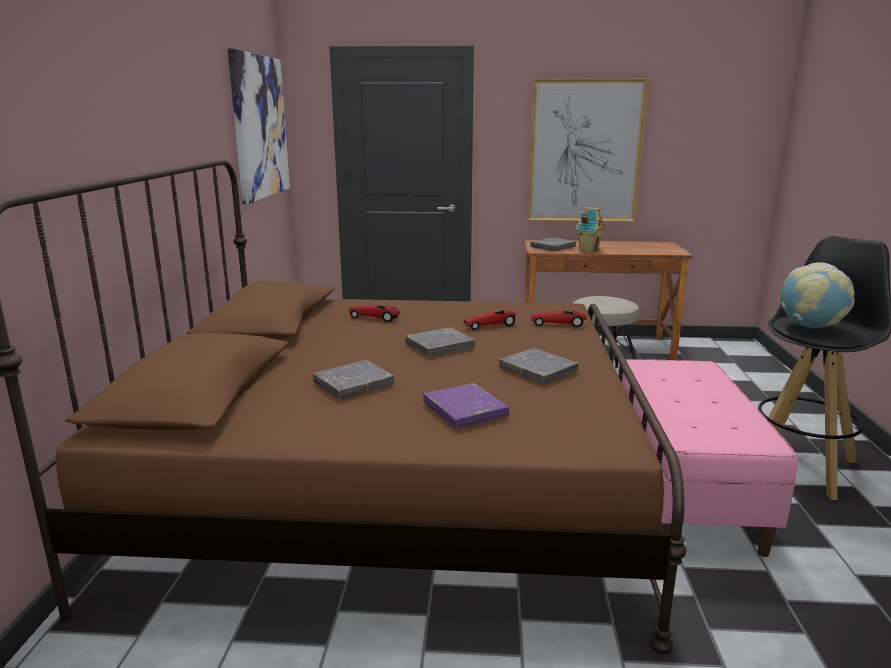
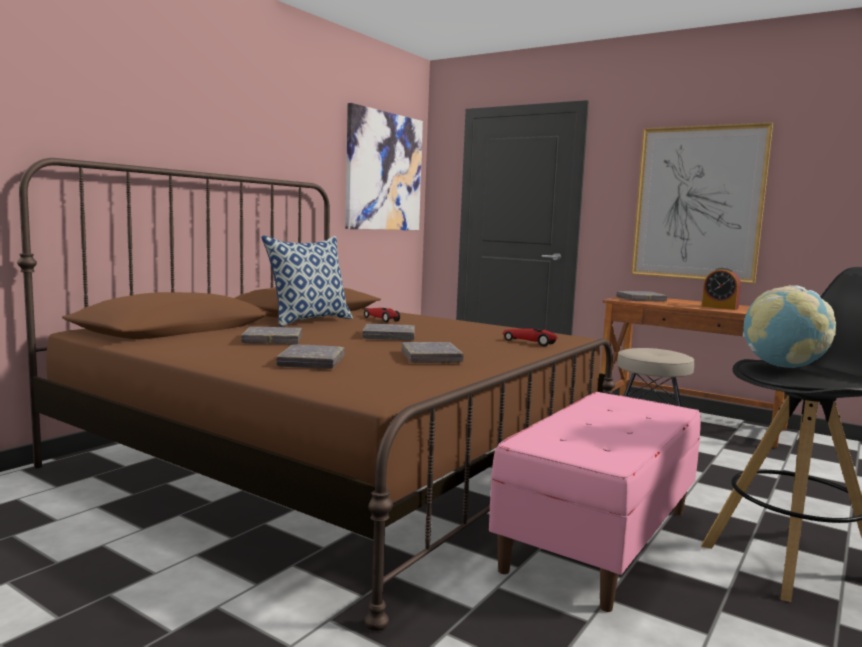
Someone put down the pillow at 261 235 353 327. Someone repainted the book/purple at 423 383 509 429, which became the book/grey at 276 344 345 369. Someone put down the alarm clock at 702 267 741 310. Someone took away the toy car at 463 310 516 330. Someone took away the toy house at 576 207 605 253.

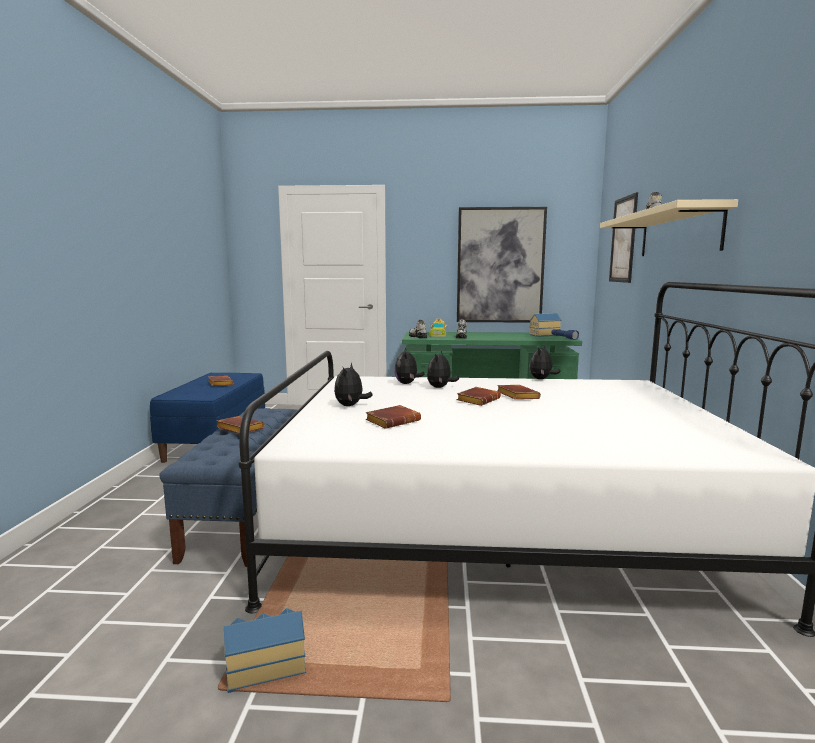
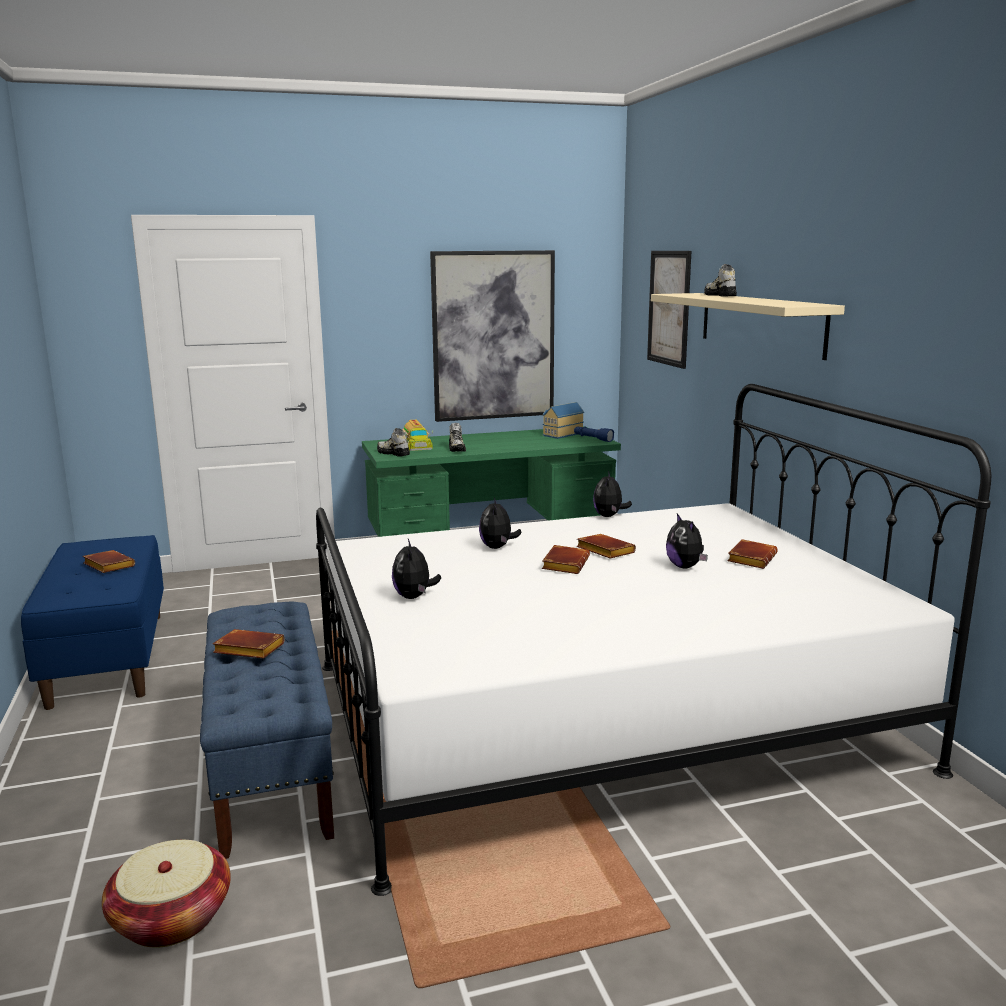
Someone put down the basket at 102 840 231 947. Someone carried the plush toy from 394 348 425 384 to 666 514 708 568. Someone carried the book/brown from 366 405 421 429 to 727 539 778 569. Someone took away the toy house at 224 608 306 693.

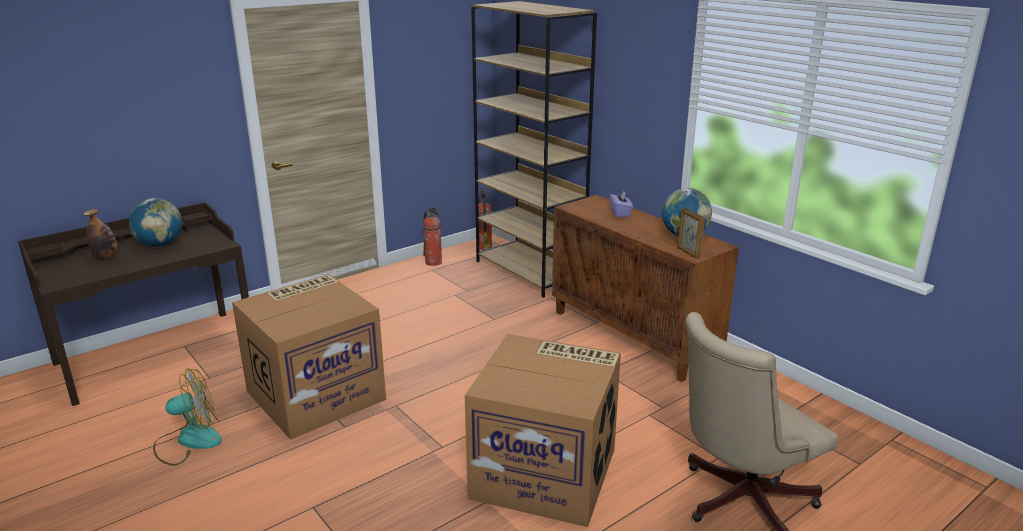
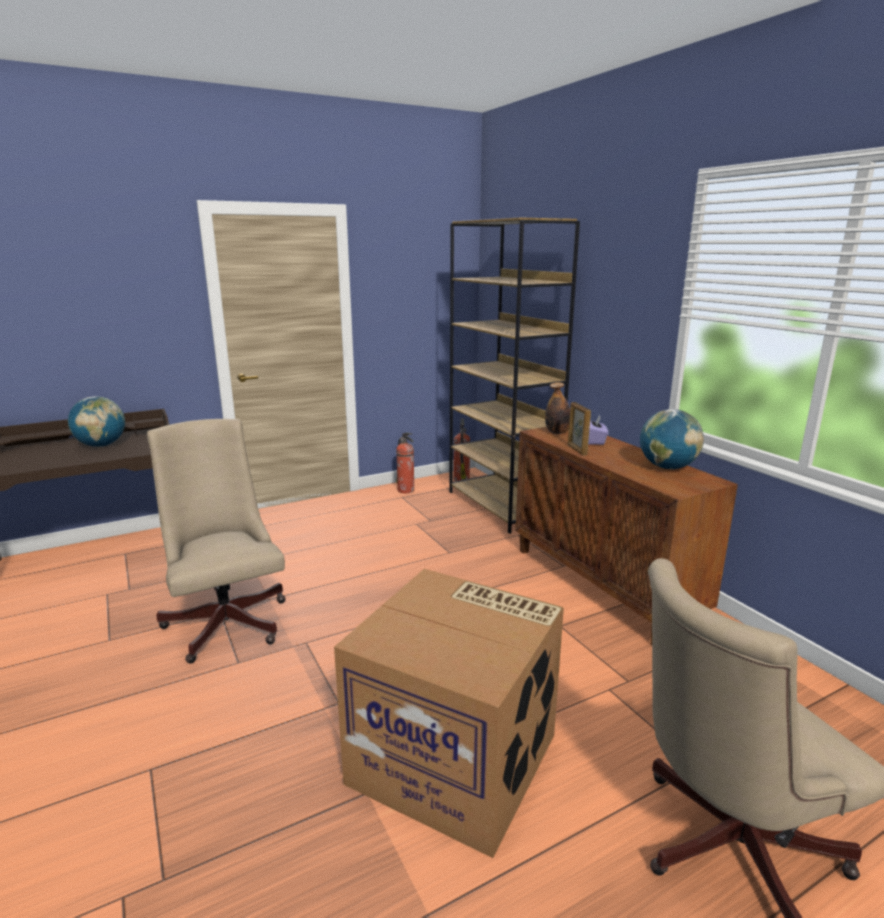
Someone swapped the cardboard box at 232 274 386 440 for the office chair/beige at 147 419 286 664. Someone carried the bottle from 83 209 118 259 to 545 382 570 434. Someone carried the picture frame from 677 208 705 259 to 568 402 591 456. Someone took away the fan at 153 368 222 466.

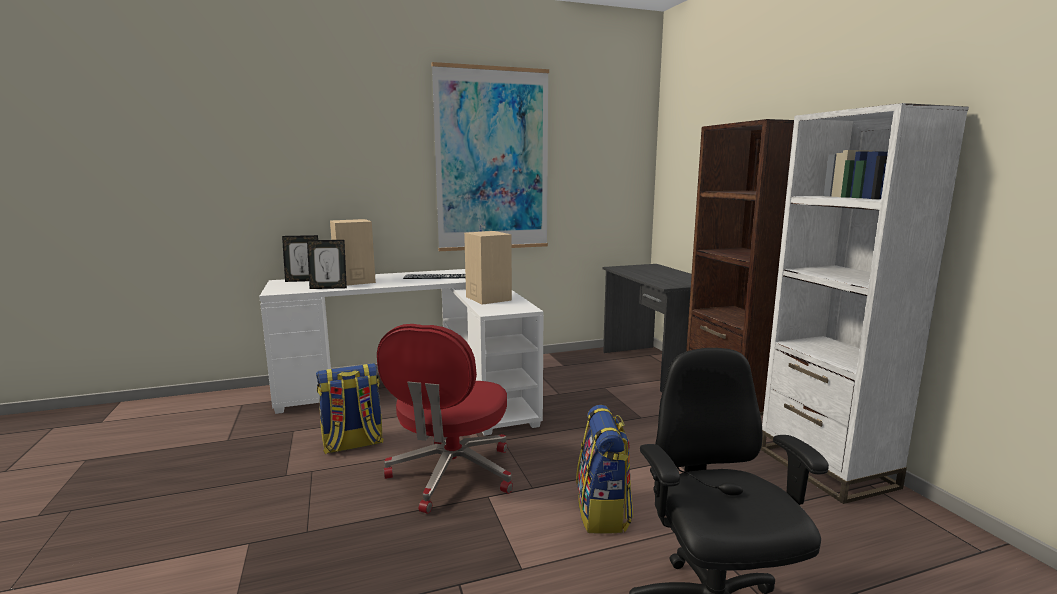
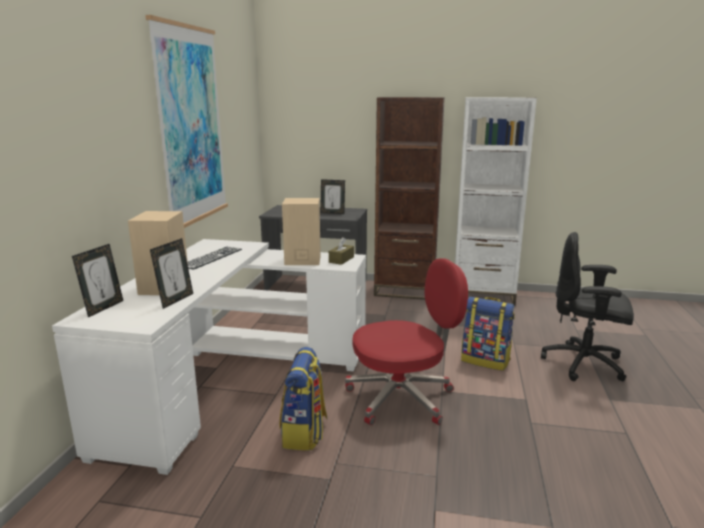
Someone put down the picture frame at 320 179 345 214. Someone put down the tissue box/brown at 329 237 354 265. Someone rotated the office chair/red at 377 324 513 514 by 60 degrees counterclockwise.

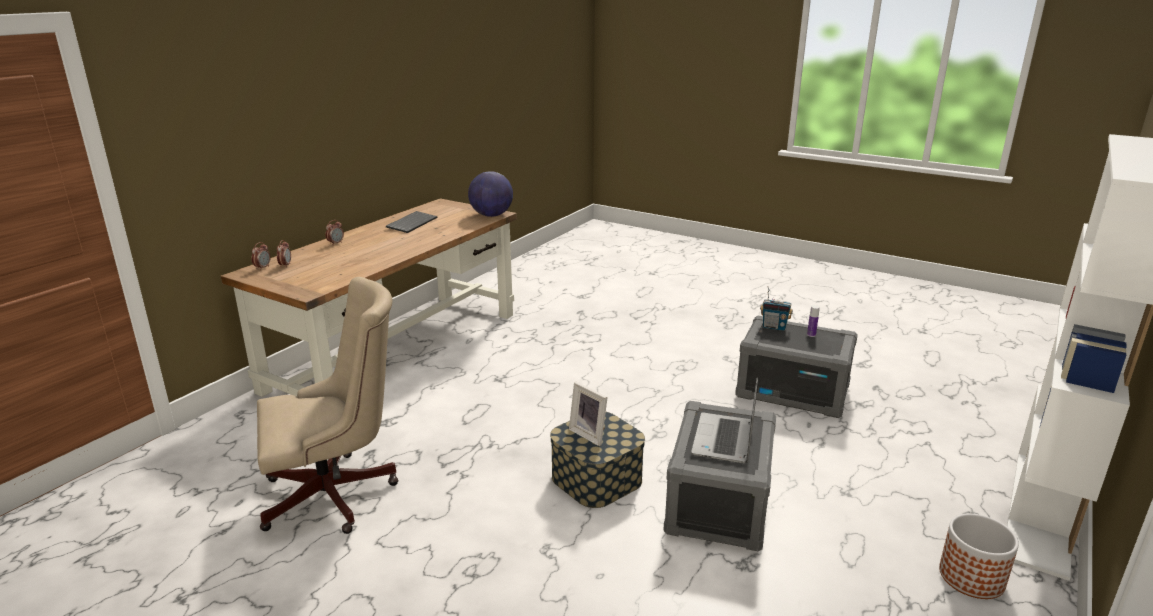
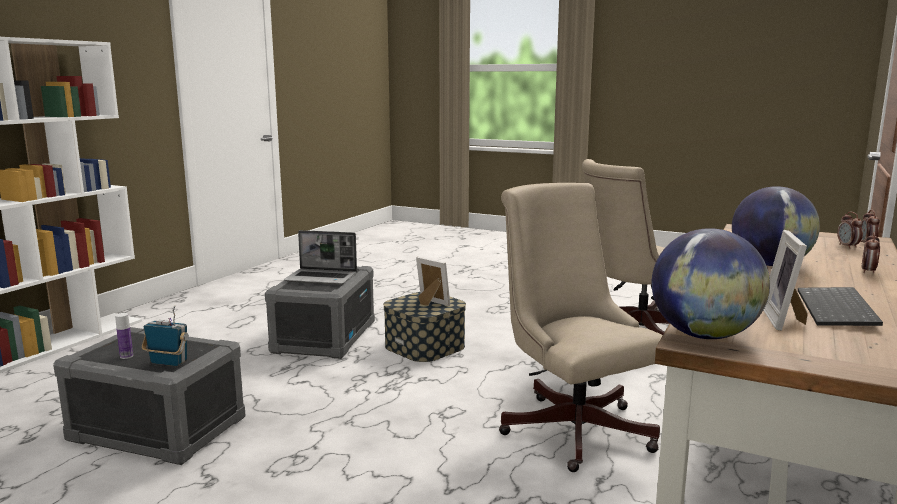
Someone rotated the laptop at 691 378 758 463 by 90 degrees clockwise. Someone put down the office chair/beige at 499 183 663 472. Someone put down the globe at 732 186 820 266. Someone put down the picture frame at 763 230 808 331. Someone took away the planter at 939 514 1019 599.

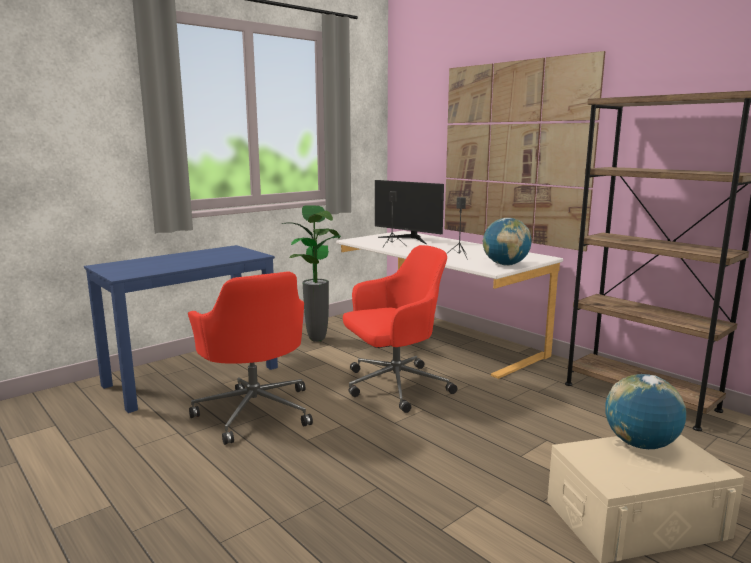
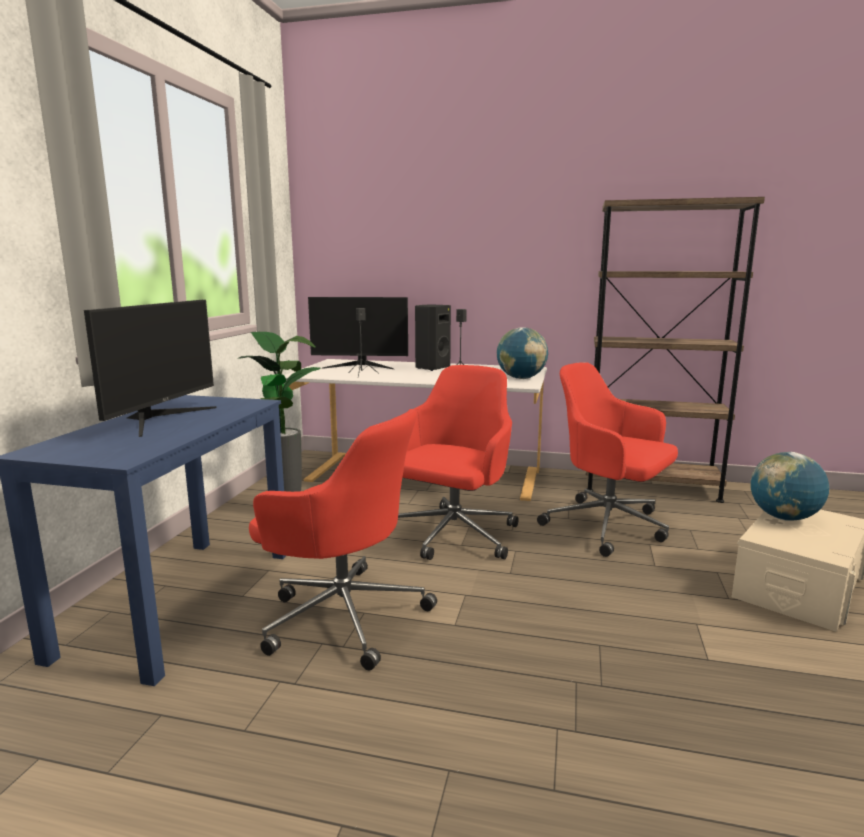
Someone put down the monitor at 84 300 217 437. Someone put down the speaker/black at 415 305 451 371. Someone put down the office chair/red at 537 362 678 557. Someone took away the picture at 445 51 605 251.

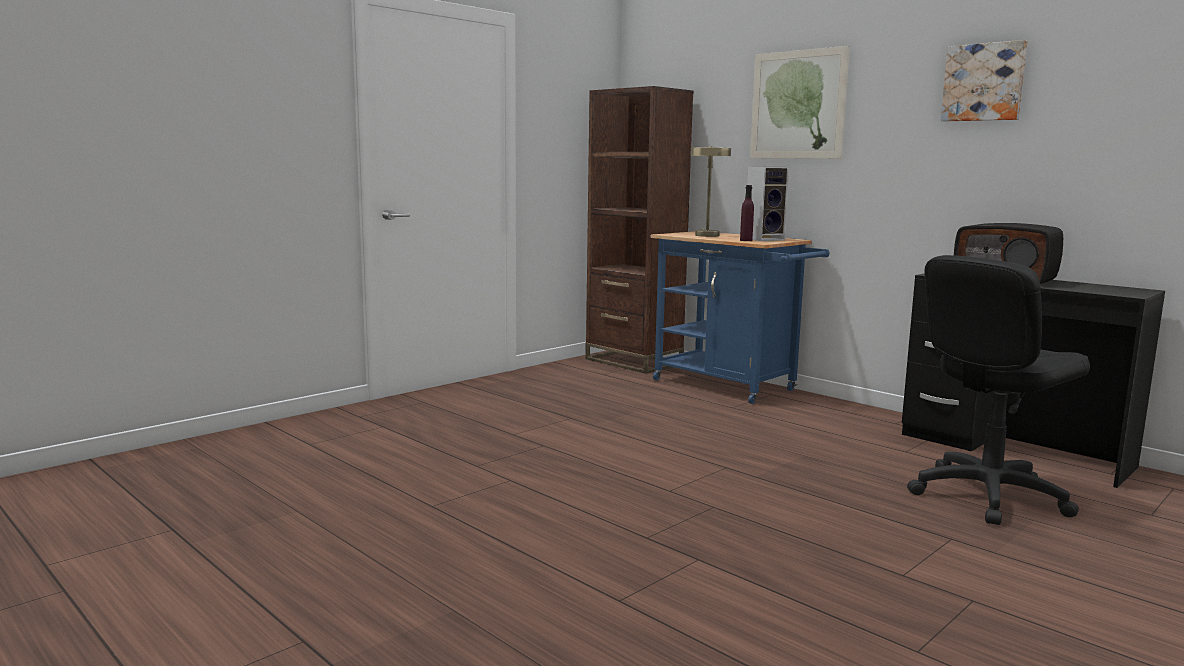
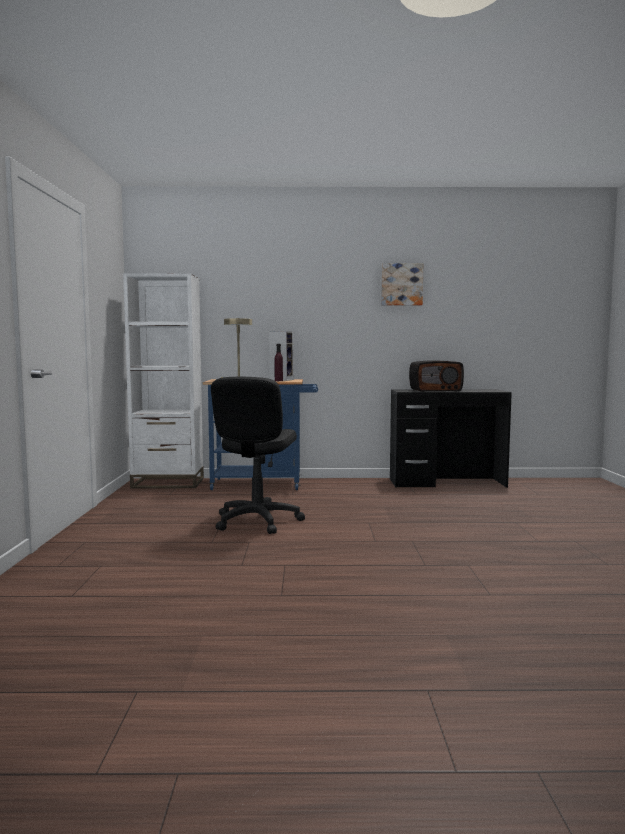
Someone repainted the bookcase/brown at 585 86 694 374, which became the bookcase/white at 123 273 204 488. Someone carried the office chair/black from 907 255 1090 525 to 211 377 305 534. Someone took away the picture at 750 46 850 159.

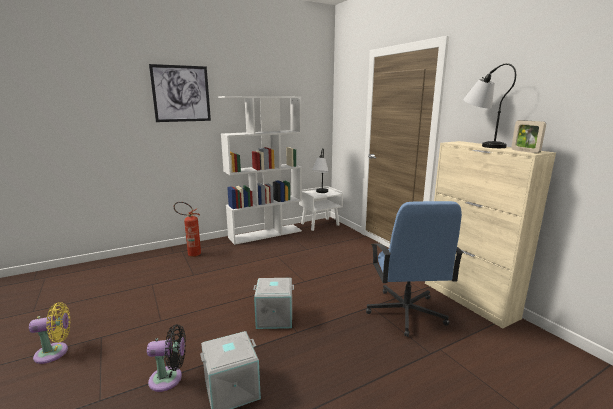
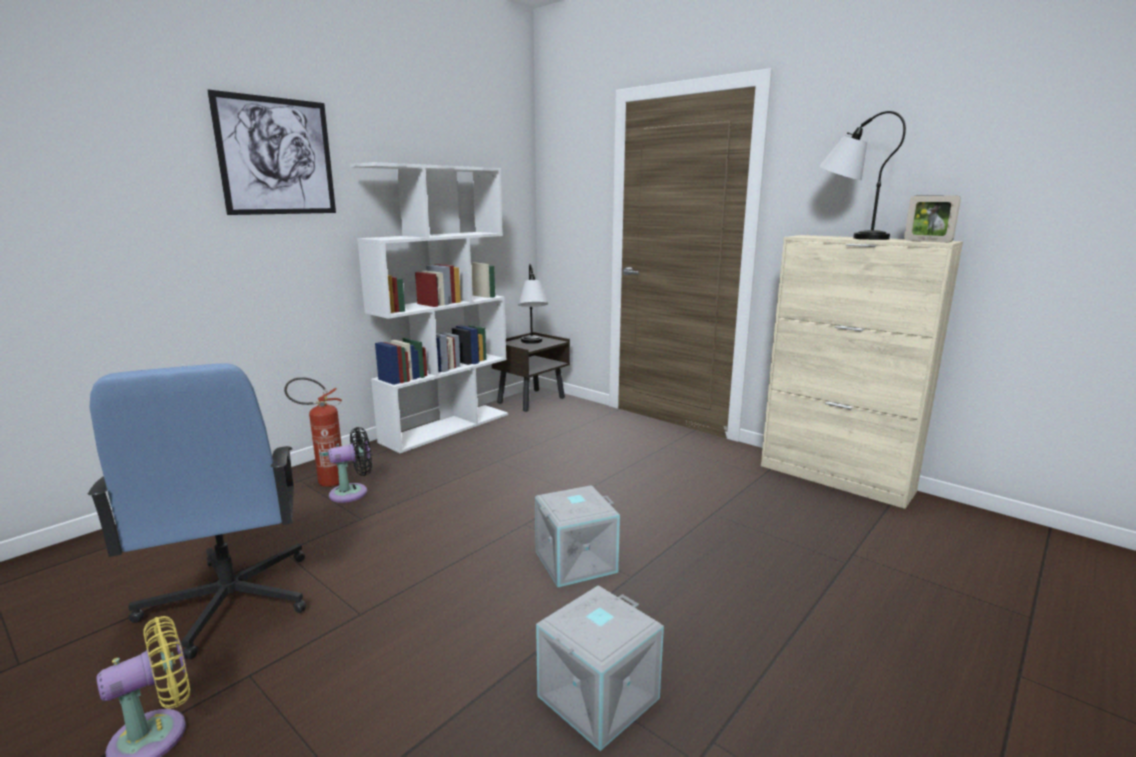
Someone carried the office chair/blue from 366 201 464 337 to 88 363 306 659. Someone carried the fan/black from 147 324 186 392 to 328 427 372 503. Someone repainted the nightstand/white at 299 186 343 231, which became the nightstand/brown at 492 332 570 412.

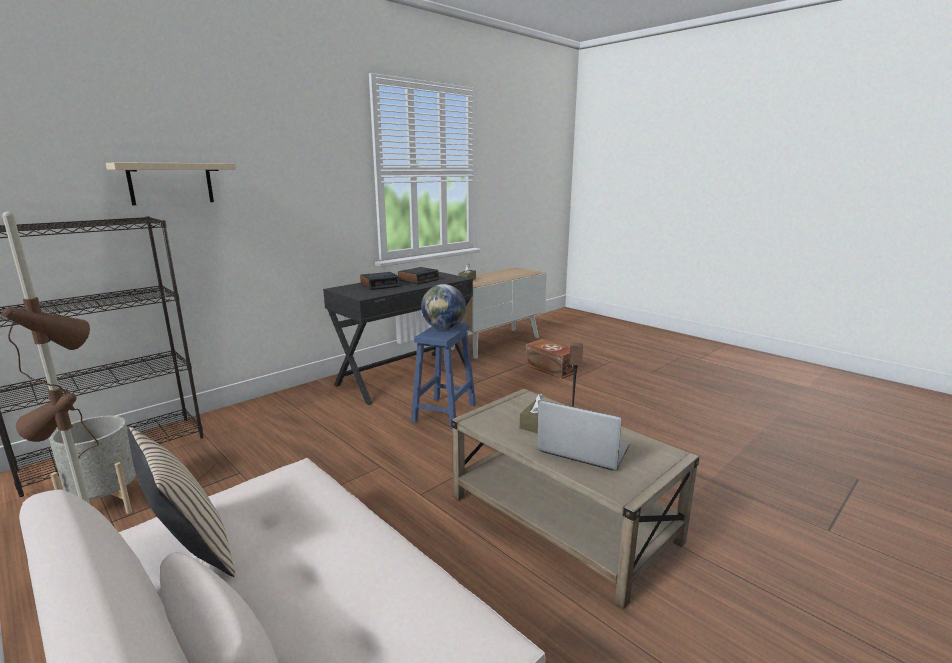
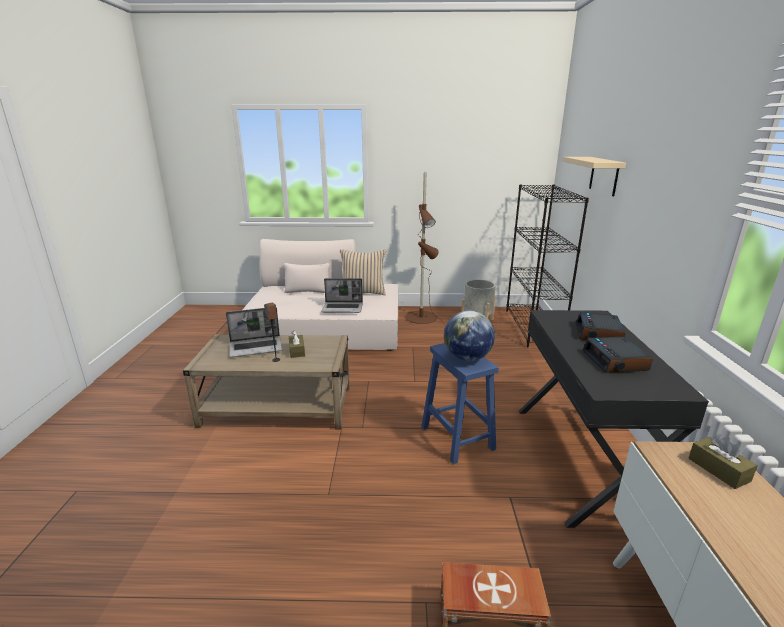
Someone put down the laptop at 321 278 363 313.

